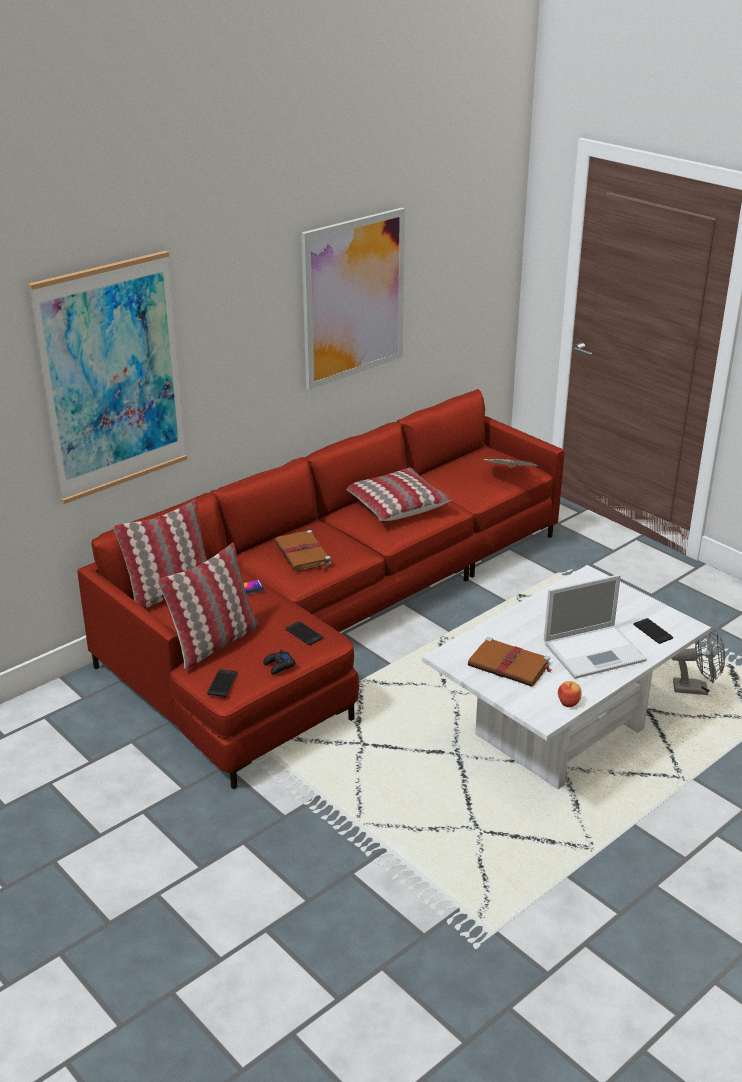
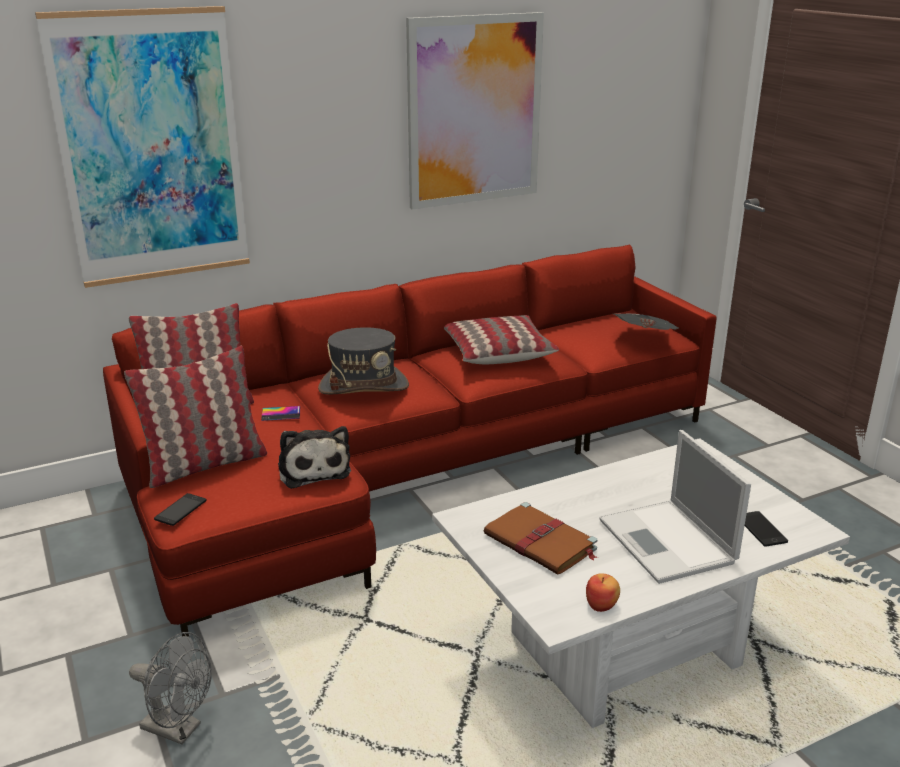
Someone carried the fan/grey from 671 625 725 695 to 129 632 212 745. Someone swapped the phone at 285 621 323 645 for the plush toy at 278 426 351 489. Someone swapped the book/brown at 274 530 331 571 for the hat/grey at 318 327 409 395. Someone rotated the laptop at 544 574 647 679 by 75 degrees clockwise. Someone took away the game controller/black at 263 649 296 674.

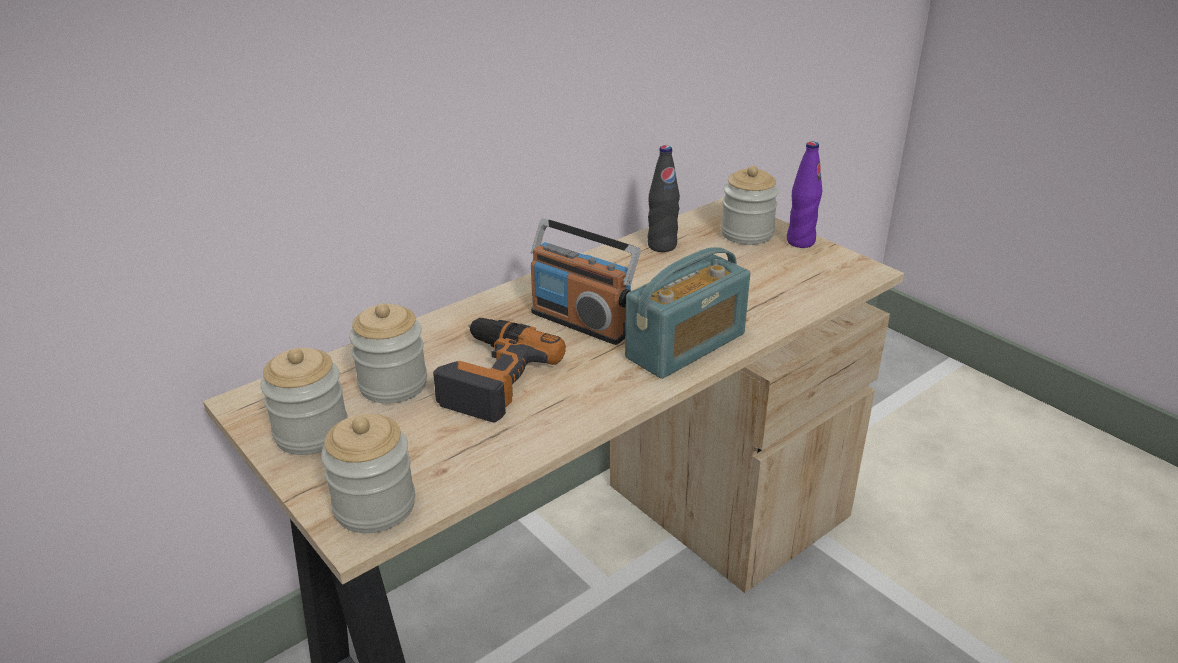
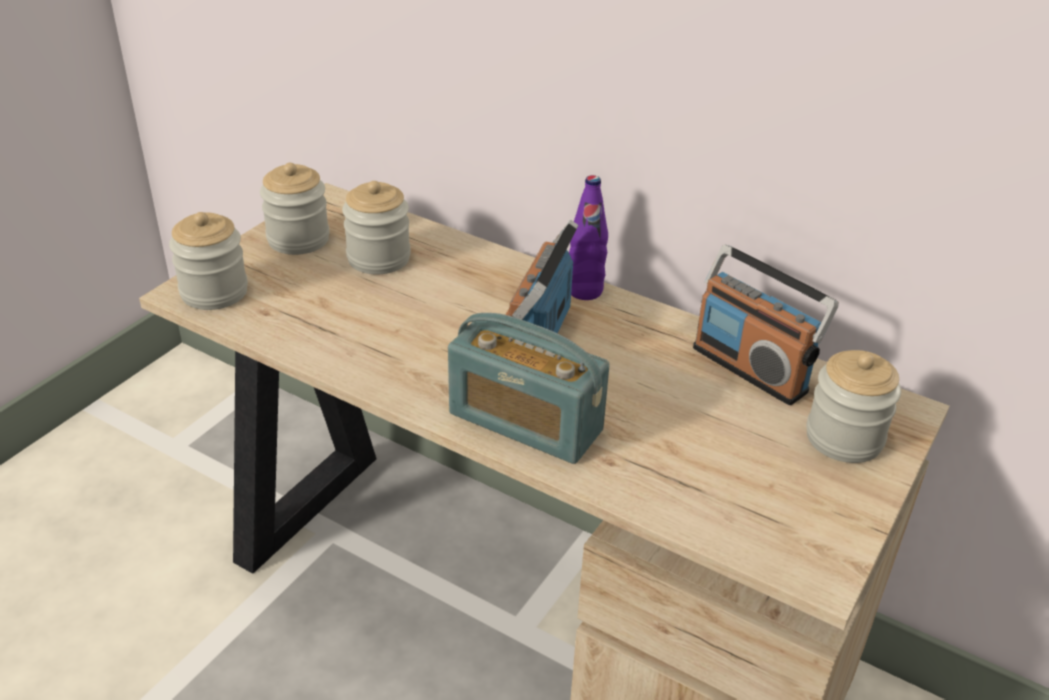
Someone carried the bottle/purple from 787 142 822 248 to 569 175 608 300. Someone swapped the bottle/black at 648 145 680 252 for the radio at 693 245 839 405. Someone took away the power drill at 433 318 566 423.

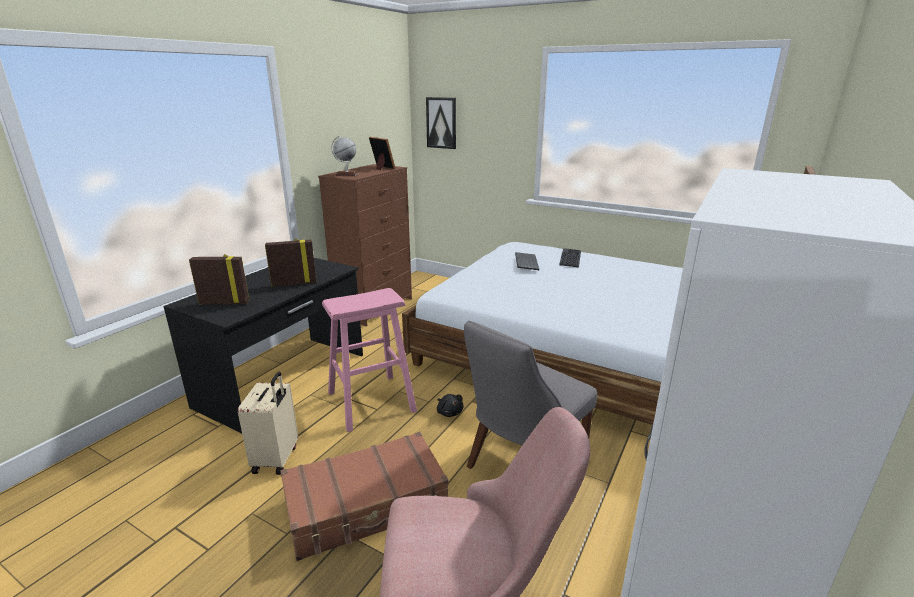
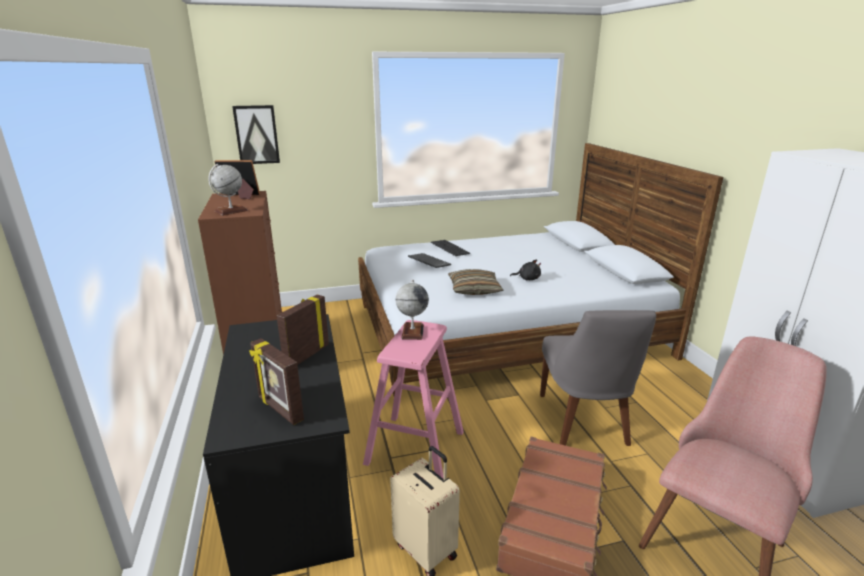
Someone rotated the picture frame at 189 254 249 305 by 90 degrees counterclockwise. Someone put down the globe at 395 280 429 340. Someone put down the pillow at 448 269 504 295. Someone carried the plush toy/black from 437 394 464 417 to 510 259 541 280.

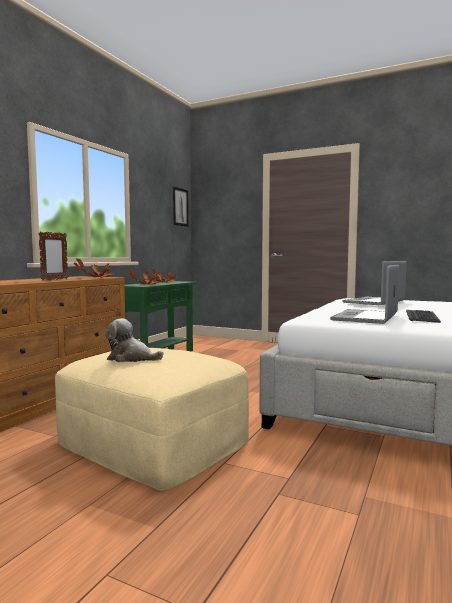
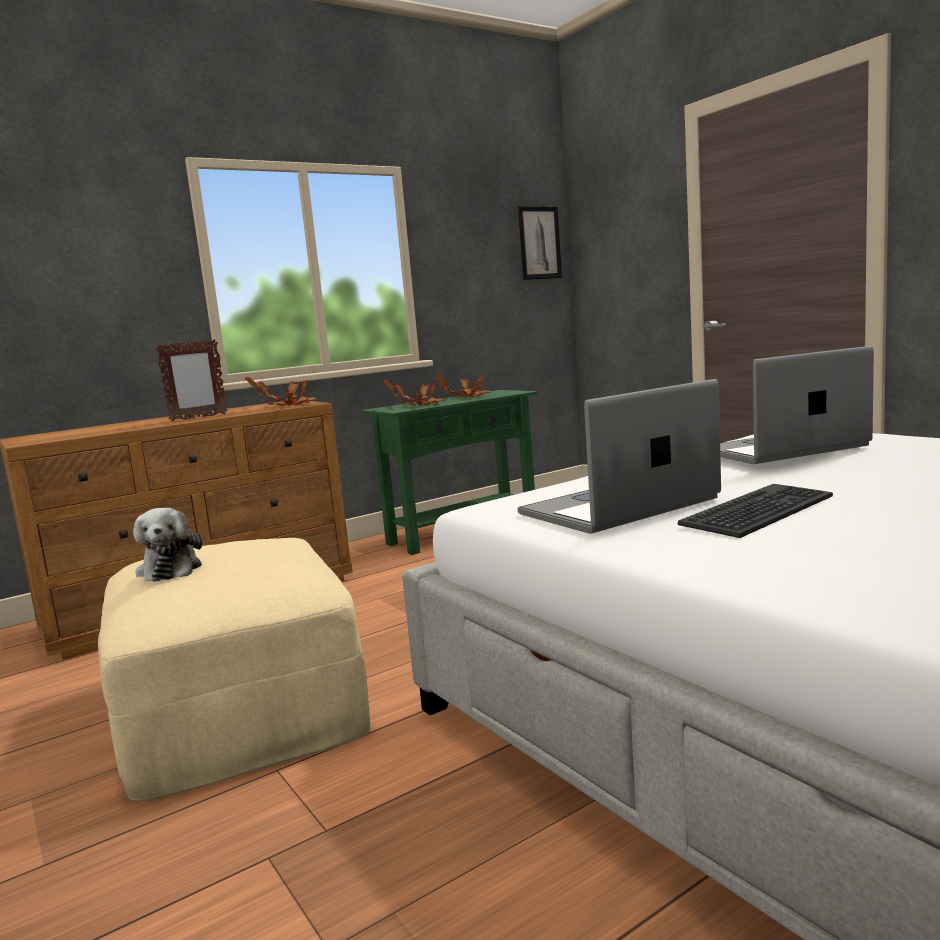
Someone rotated the plush toy at 105 318 163 362 by 150 degrees counterclockwise.

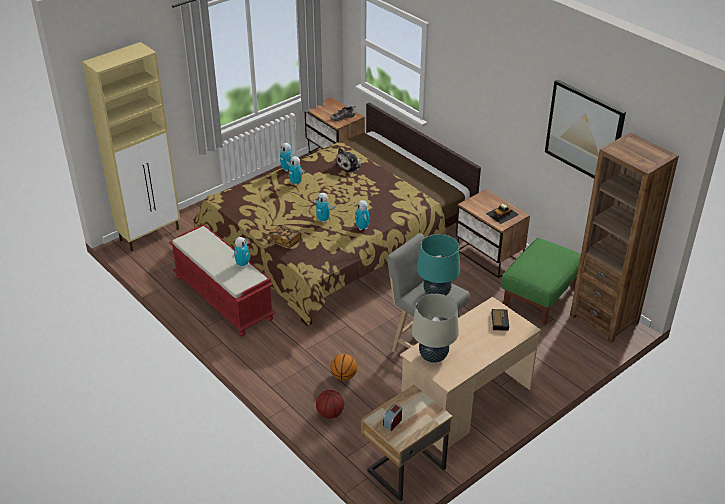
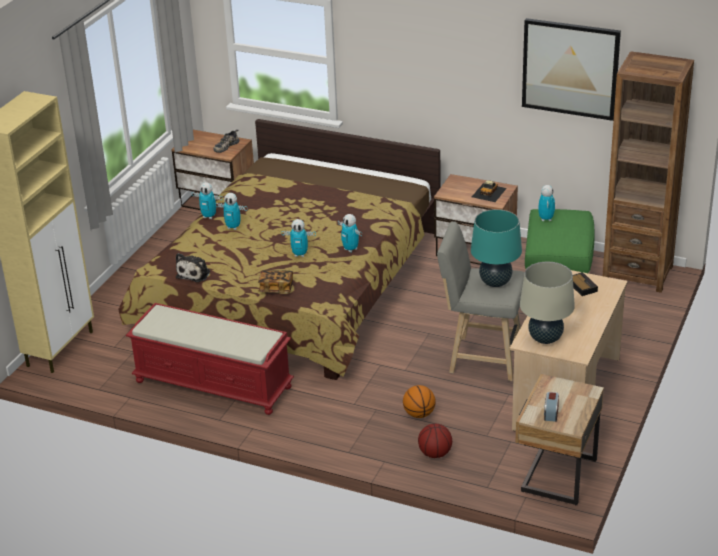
Someone carried the plush toy from 336 148 361 172 to 176 253 210 282. Someone carried the toy robot from 233 237 250 268 to 539 185 555 221.

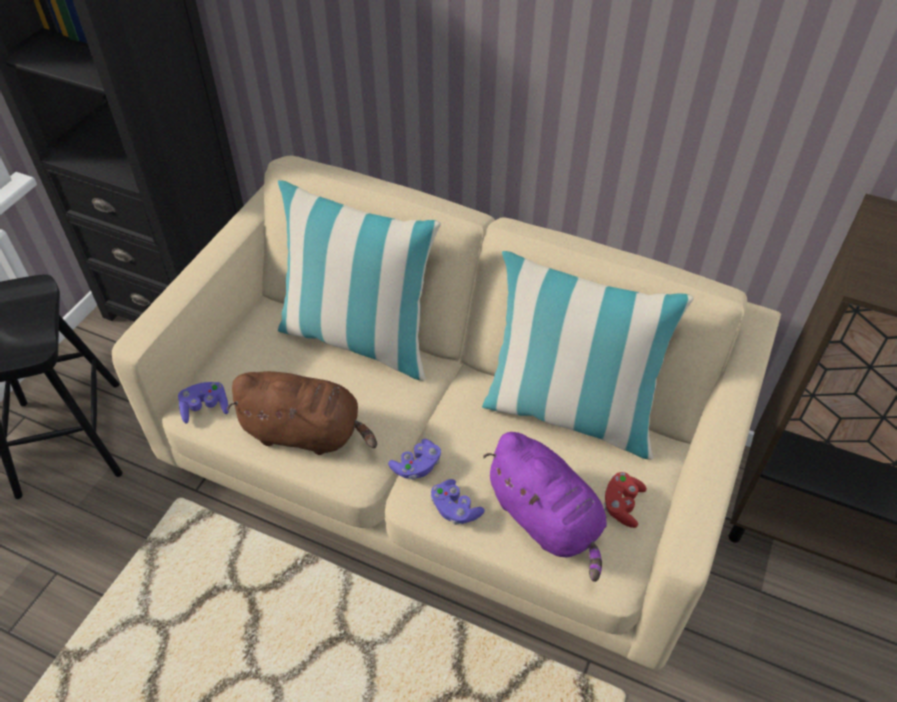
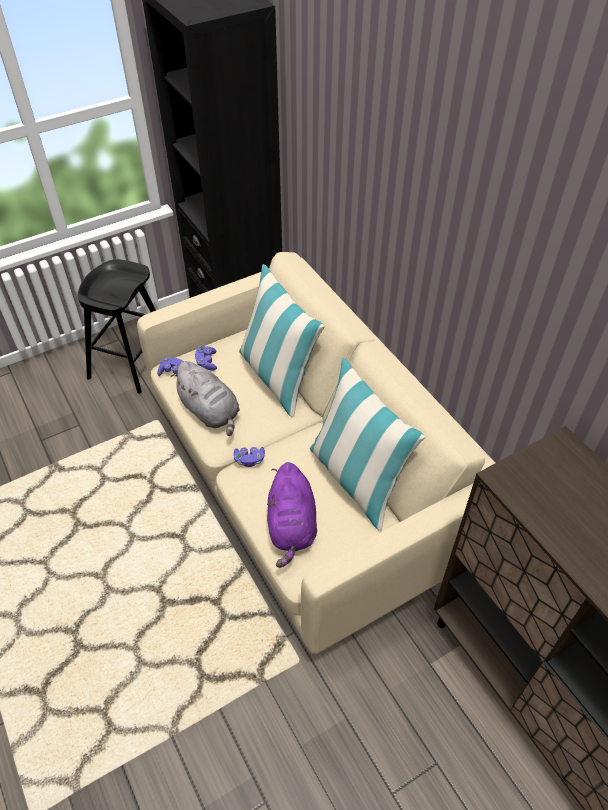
Someone repainted the plush toy/brown at 226 371 377 455, which became the plush toy/grey at 171 361 240 436. Someone carried the game controller/purple from 431 479 485 525 to 195 345 217 370. Someone took away the game controller/red at 604 472 647 528.

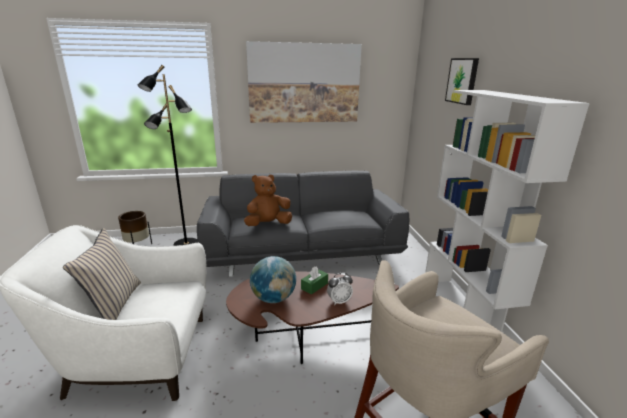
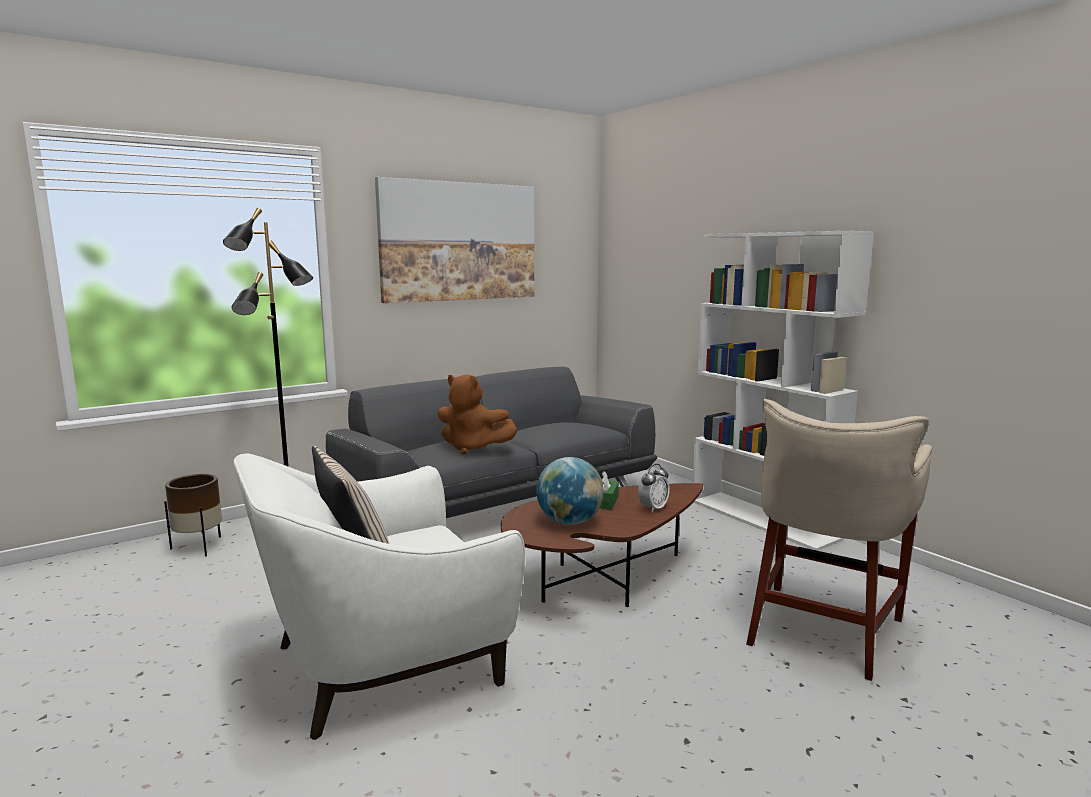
Someone rotated the plush toy/brown at 244 175 292 226 by 105 degrees counterclockwise. Someone took away the picture at 445 58 479 105.

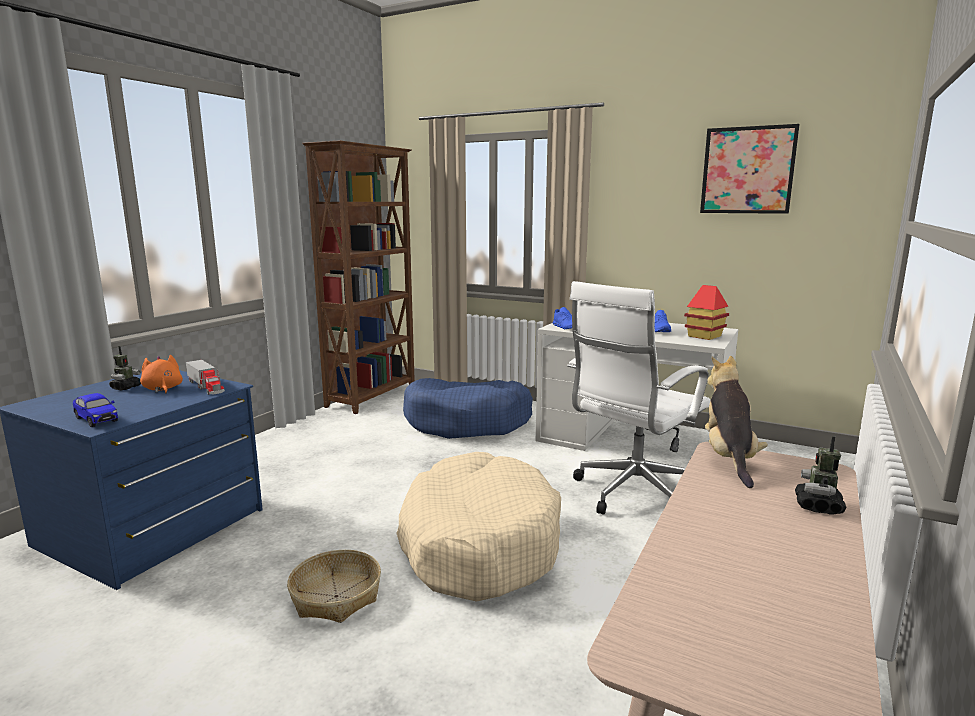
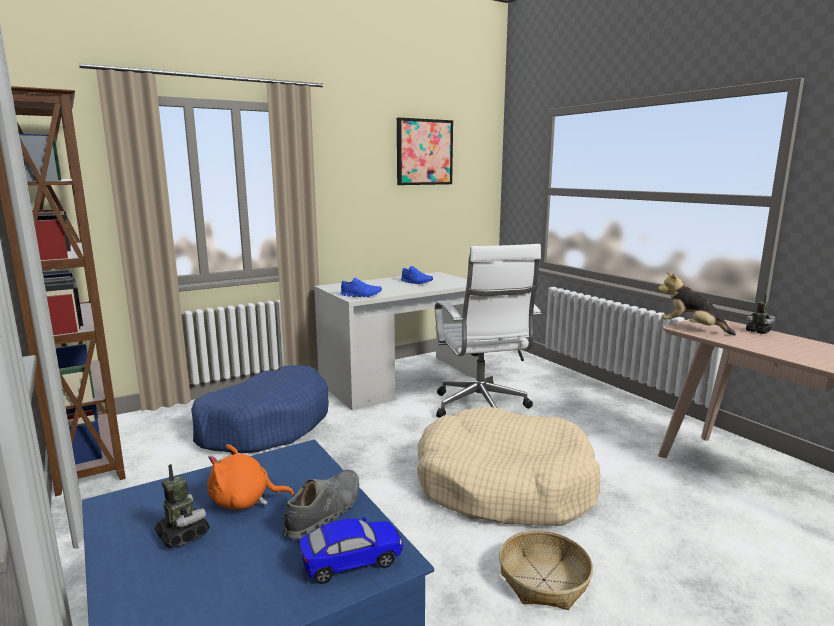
Someone put down the shoe/grey at 282 469 359 539. Someone took away the toy truck at 186 360 225 395. Someone took away the toy house at 684 285 729 340.

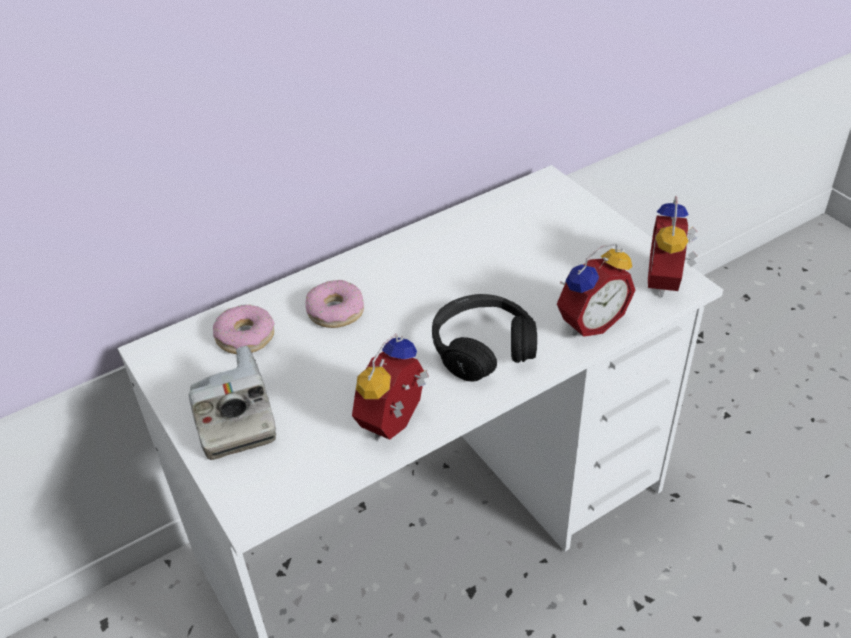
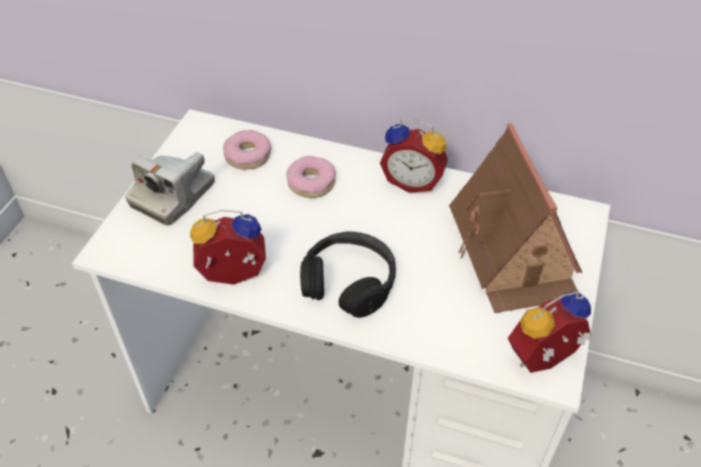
Someone carried the alarm clock from 557 243 636 337 to 380 119 448 193. Someone put down the toy house at 449 123 582 313.

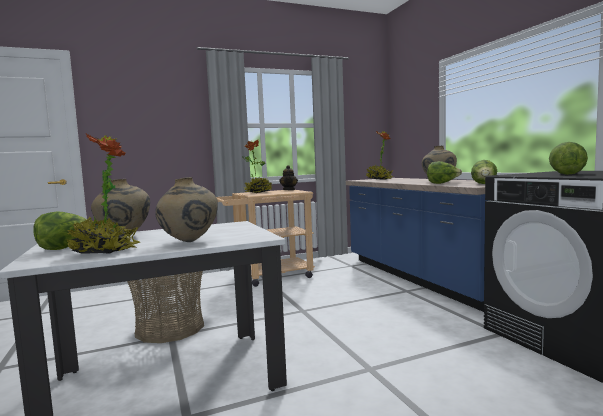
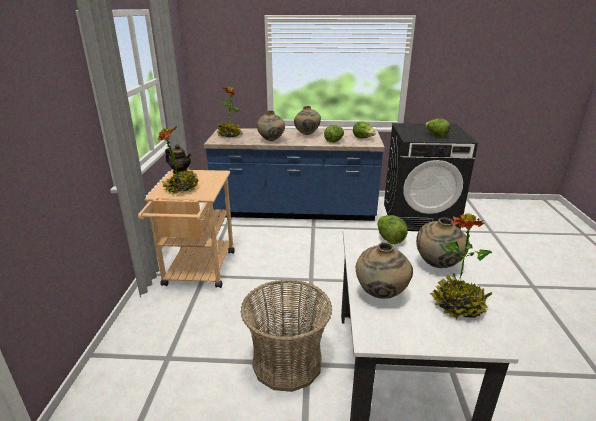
Someone put down the vase/beige at 257 111 285 141. Someone carried the lettuce from 33 212 87 250 to 377 215 408 244.

